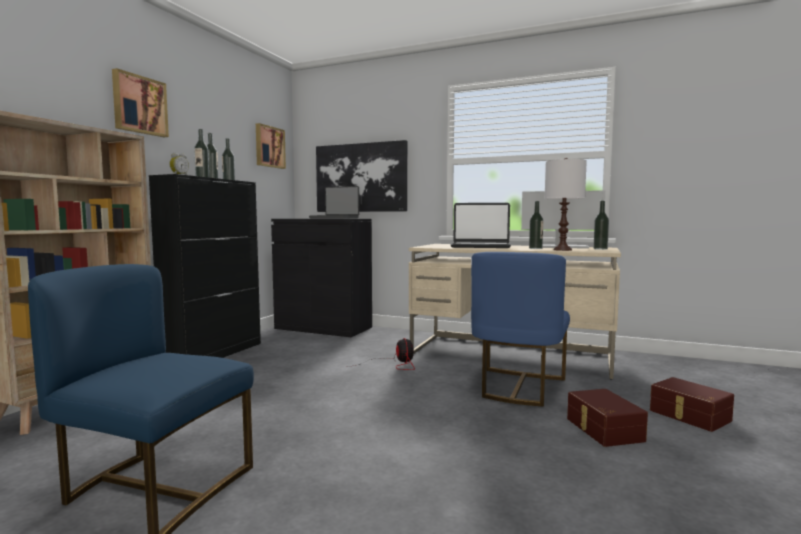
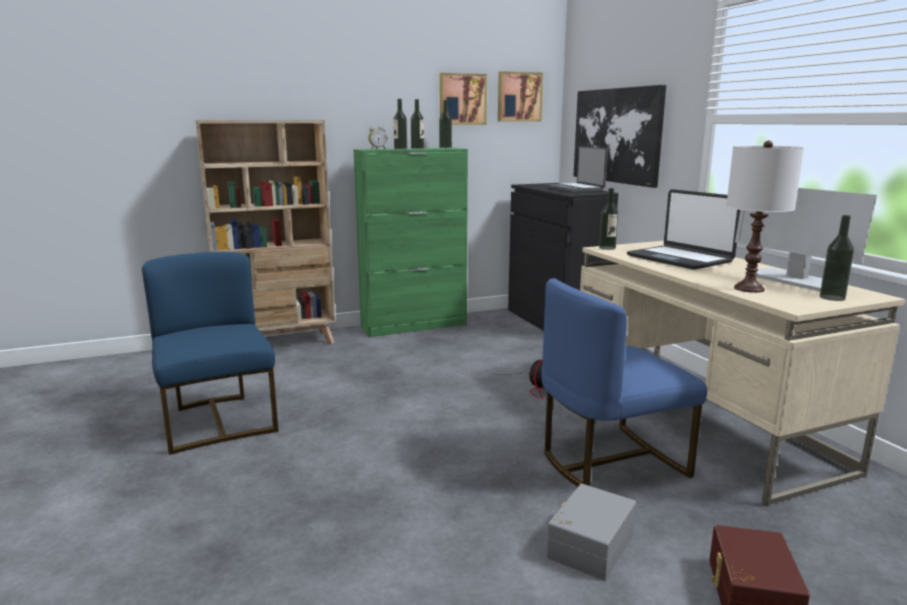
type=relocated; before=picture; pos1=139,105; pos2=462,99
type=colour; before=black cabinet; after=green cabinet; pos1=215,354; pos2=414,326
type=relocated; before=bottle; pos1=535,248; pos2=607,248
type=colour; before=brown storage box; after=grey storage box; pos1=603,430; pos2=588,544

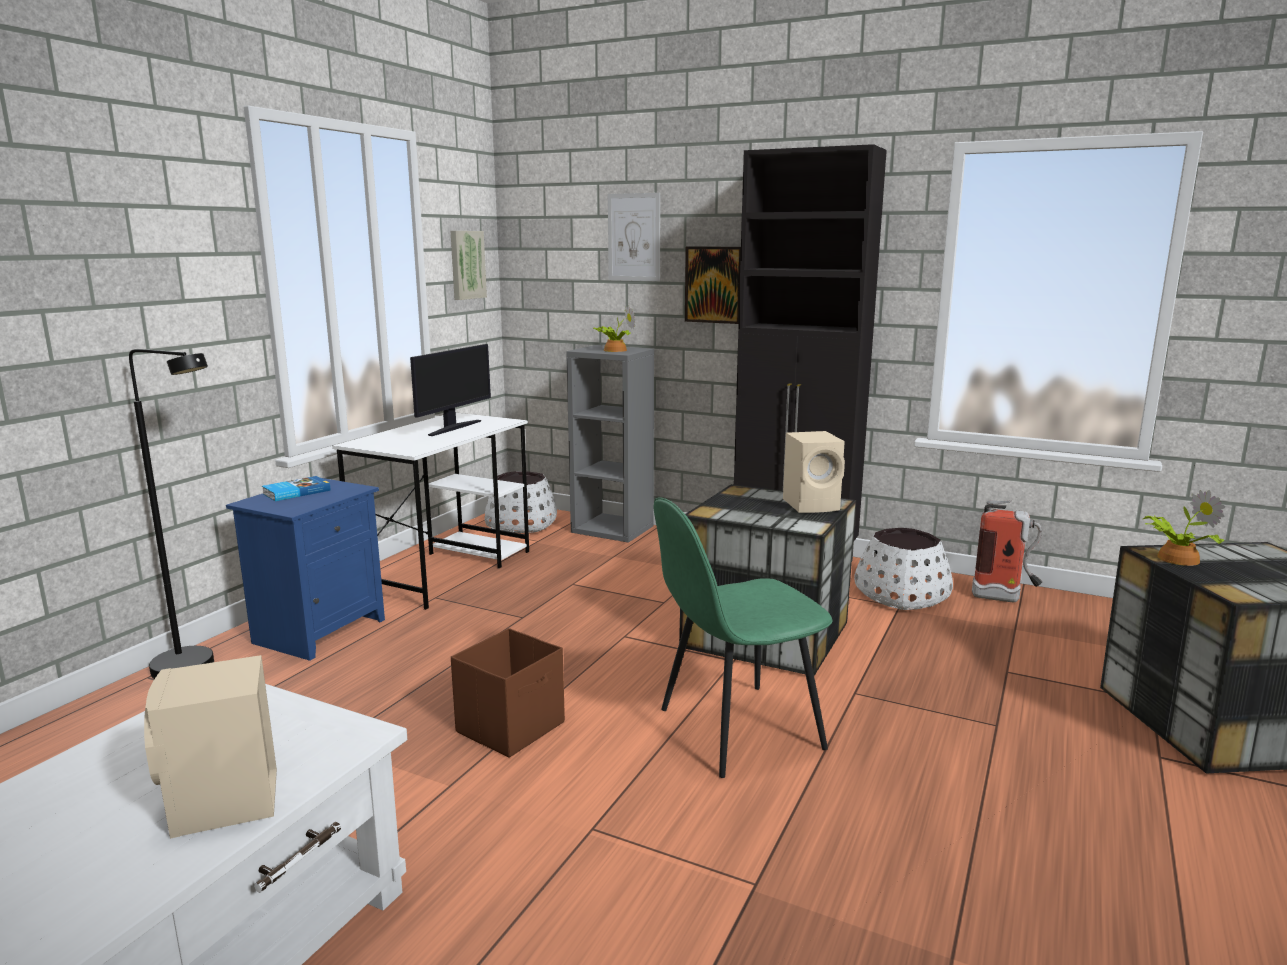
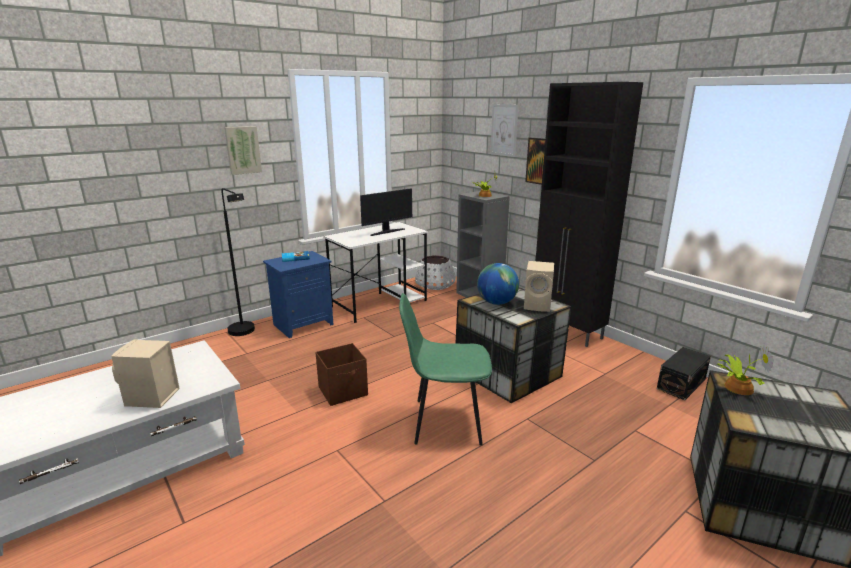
type=relocated; before=picture; pos1=466,265; pos2=242,150
type=exchanged; before=fire extinguisher; after=black storage box; pos1=1004,598; pos2=682,384
type=missing; before=white planter; pos1=901,595
type=appeared; after=globe; pos2=496,303

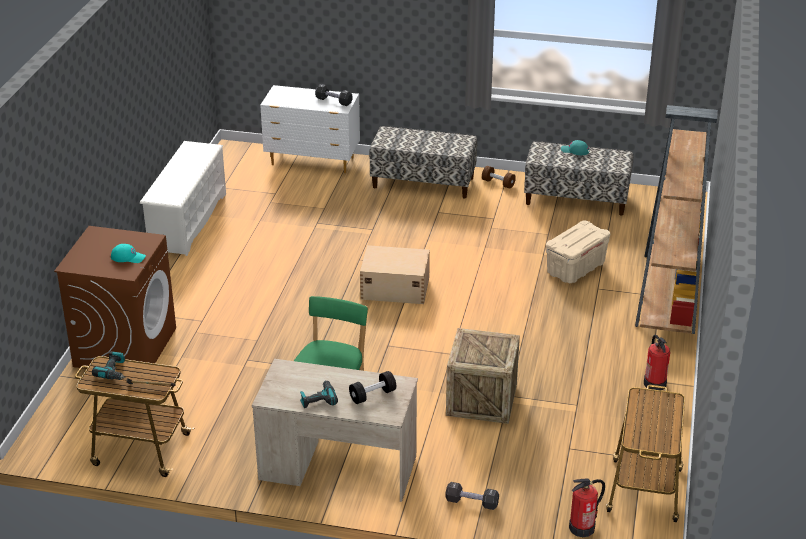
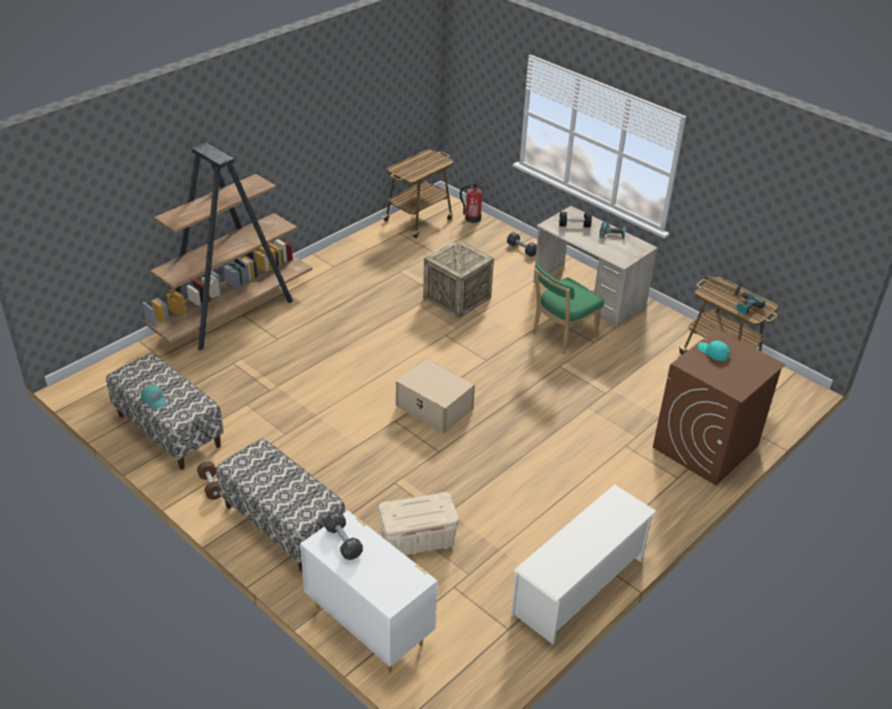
type=relocated; before=beige storage box; pos1=575,269; pos2=418,540
type=missing; before=fire extinguisher; pos1=654,383

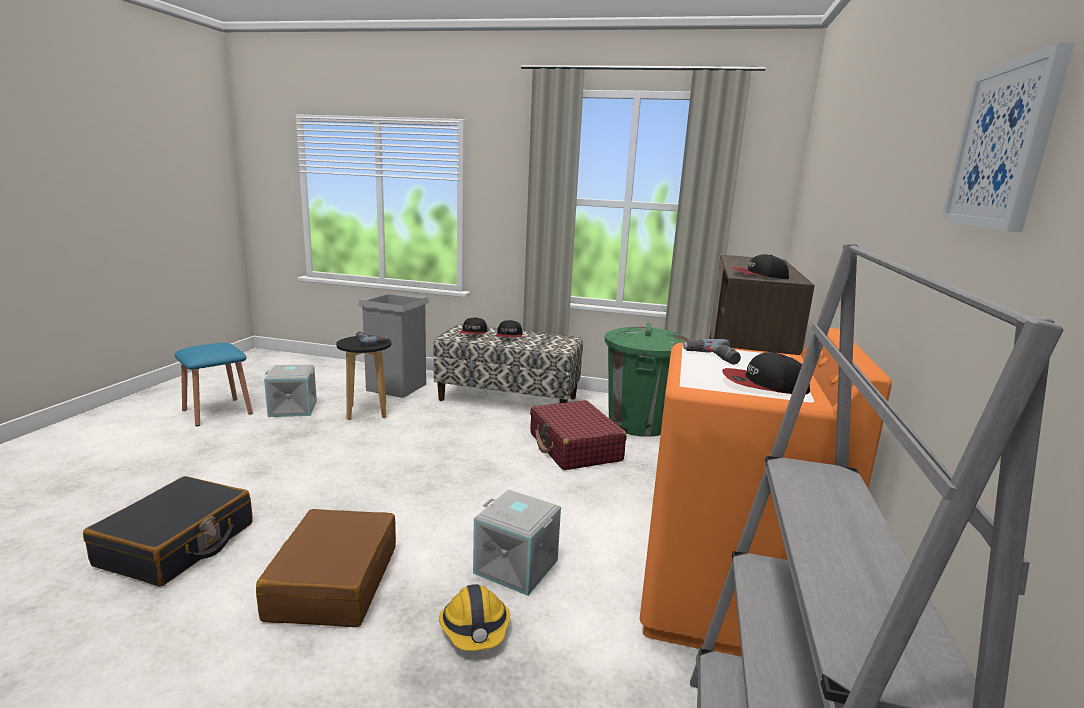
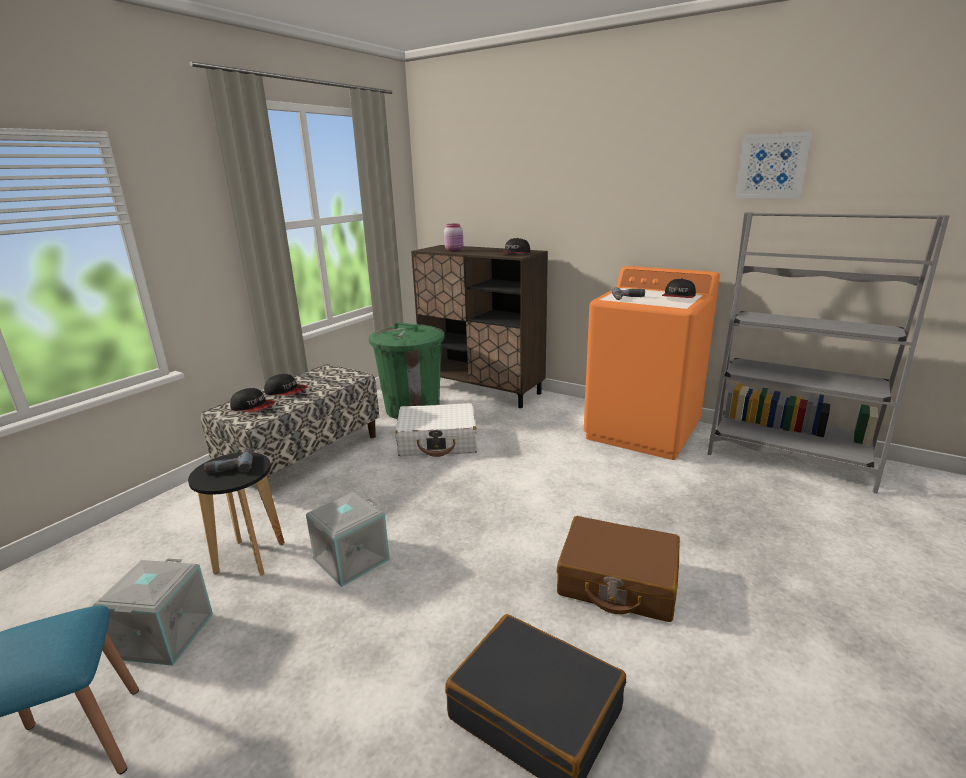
type=missing; before=grey trash can; pos1=396,387
type=colour; before=red suitcase; after=white suitcase; pos1=574,447; pos2=438,441
type=relocated; before=grey storage box; pos1=517,566; pos2=351,558
type=missing; before=hard hat; pos1=475,628
type=appeared; after=pink jar; pos2=454,250

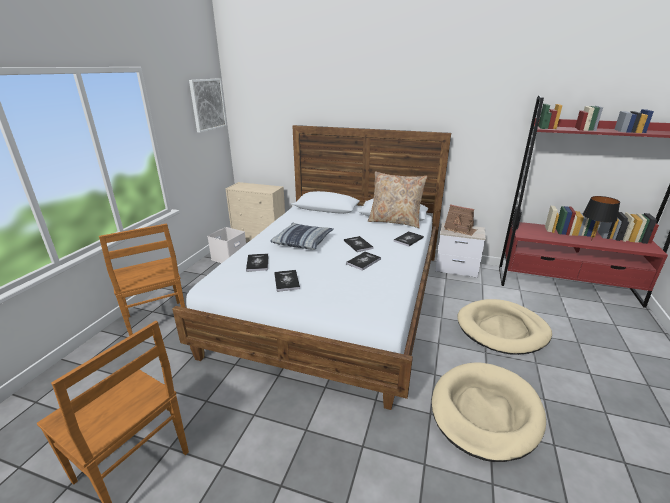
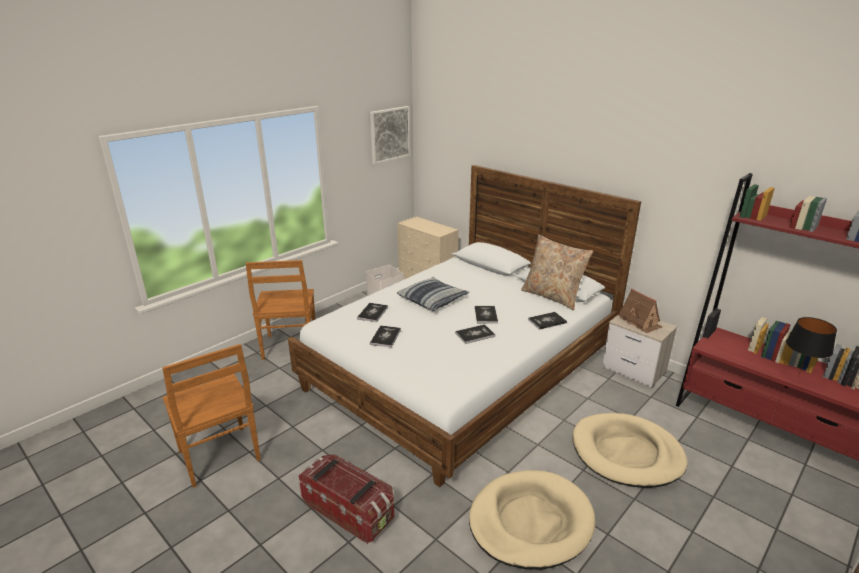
type=appeared; after=storage box; pos2=349,510

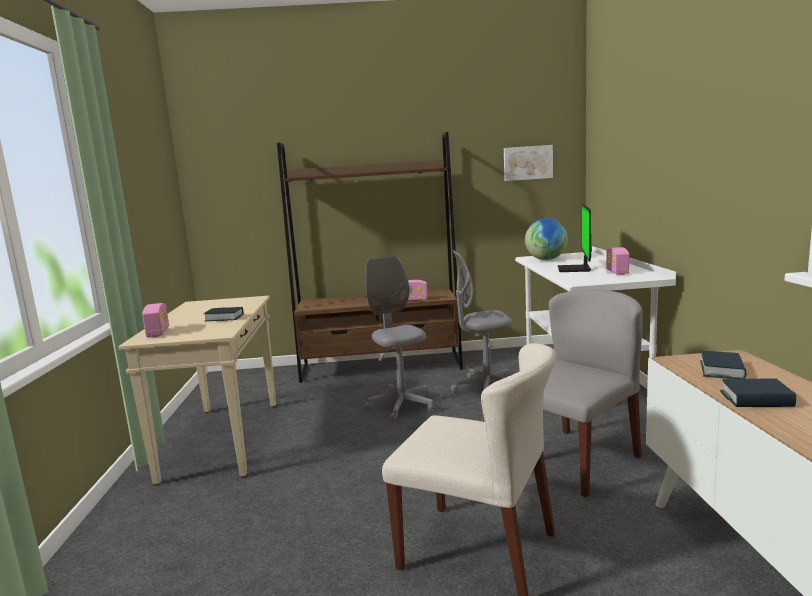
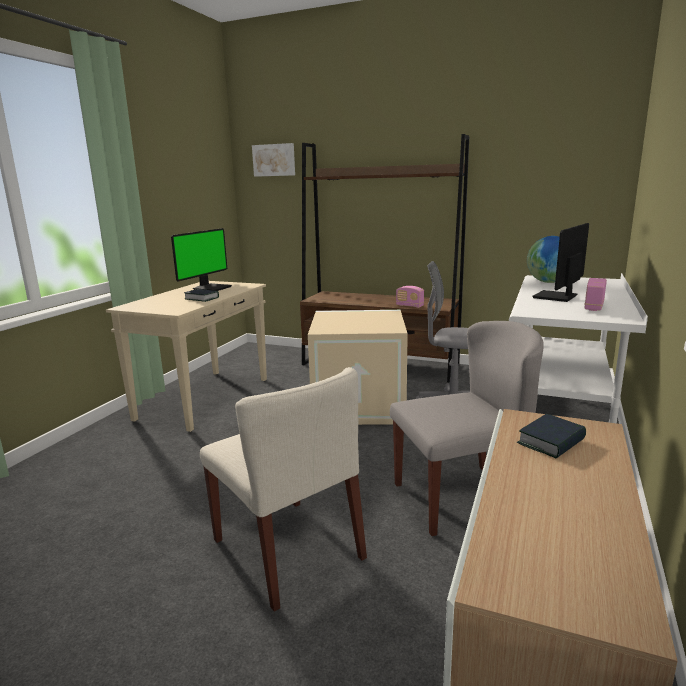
type=relocated; before=picture; pos1=527,163; pos2=274,160
type=exchanged; before=grey office chair; after=beige storage box; pos1=402,406; pos2=360,404
type=missing; before=radio; pos1=158,333
type=missing; before=book; pos1=756,399
type=appeared; after=monitor; pos2=211,288

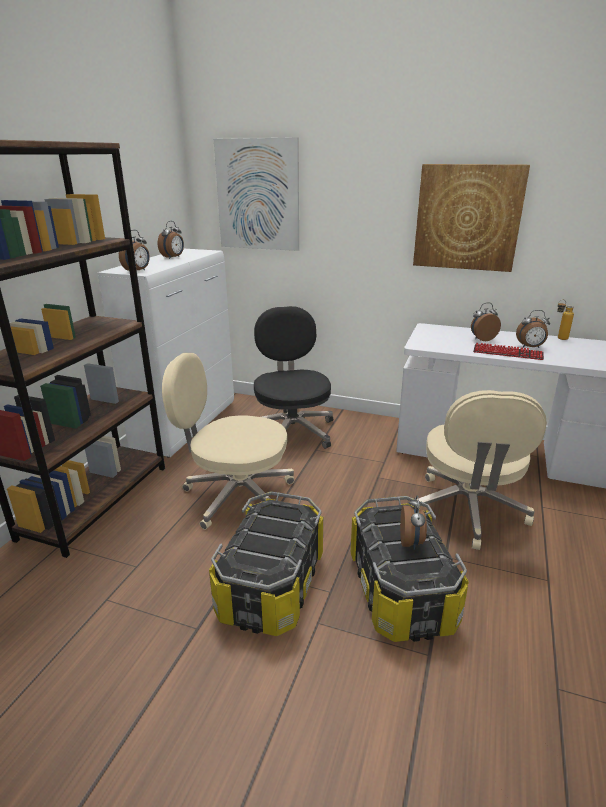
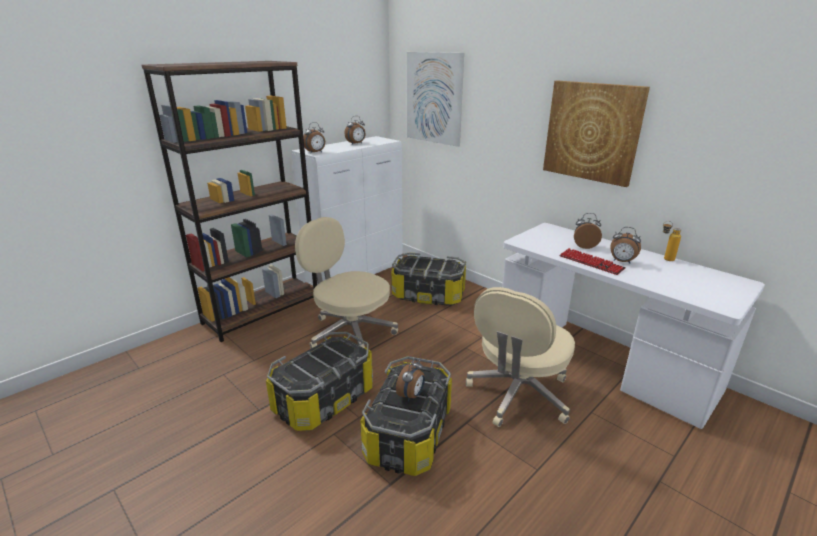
type=exchanged; before=black office chair; after=storage box; pos1=292,431; pos2=428,295

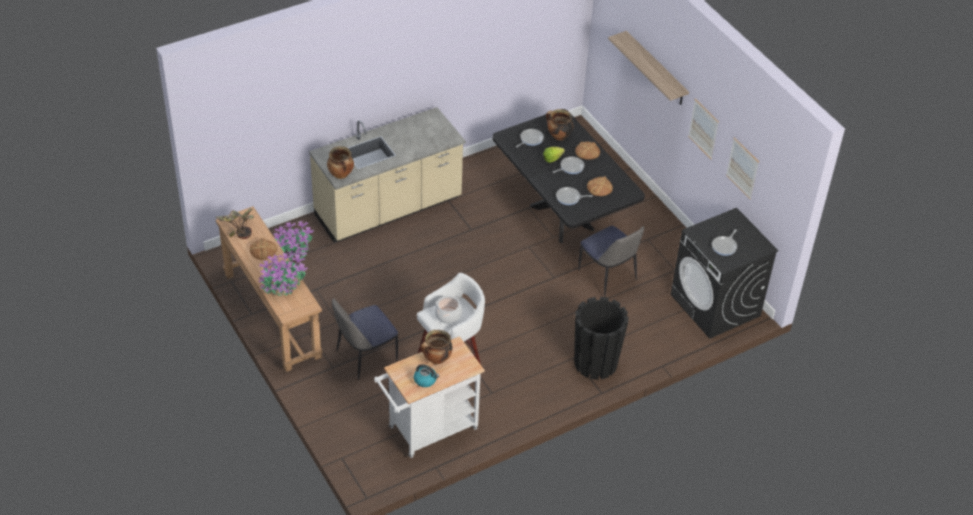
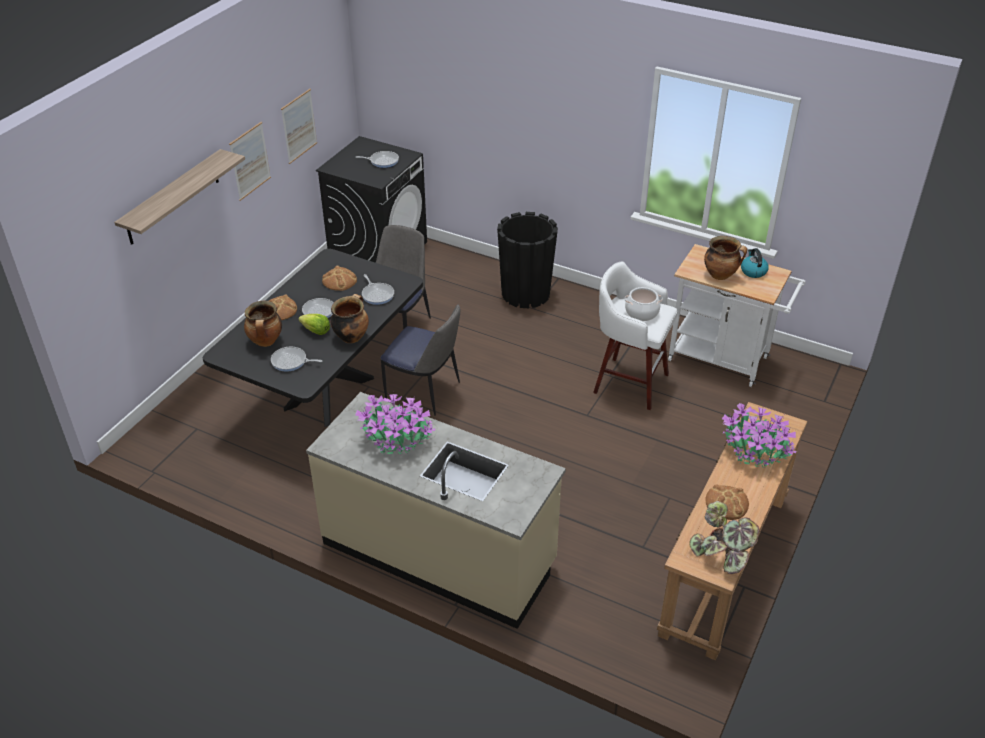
type=relocated; before=cooking pot; pos1=341,175; pos2=351,336
type=relocated; before=potted plant; pos1=293,251; pos2=397,440
type=relocated; before=chair; pos1=365,357; pos2=425,391

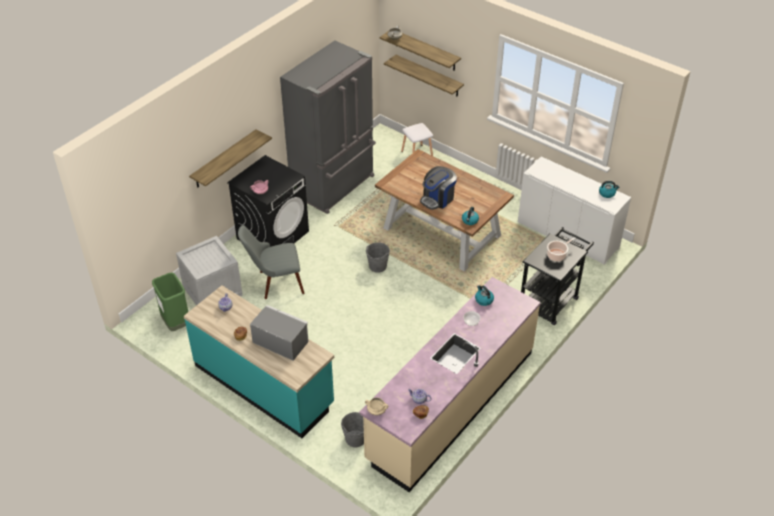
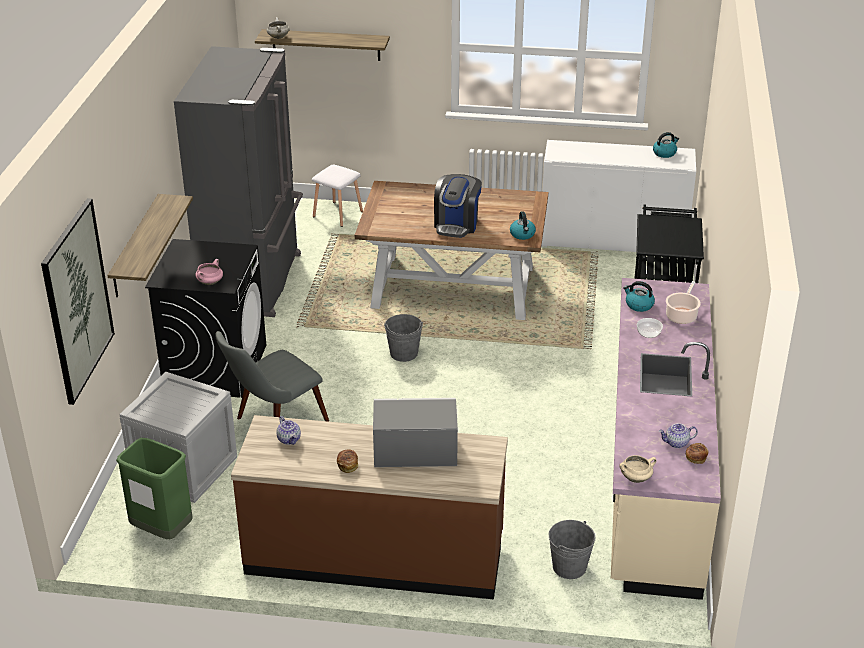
type=missing; before=shelf; pos1=429,76
type=relocated; before=cooking pot; pos1=557,255; pos2=681,315
type=colour; before=turquoise counter; after=brown counter; pos1=264,385; pos2=375,555
type=appeared; after=picture; pos2=77,301

